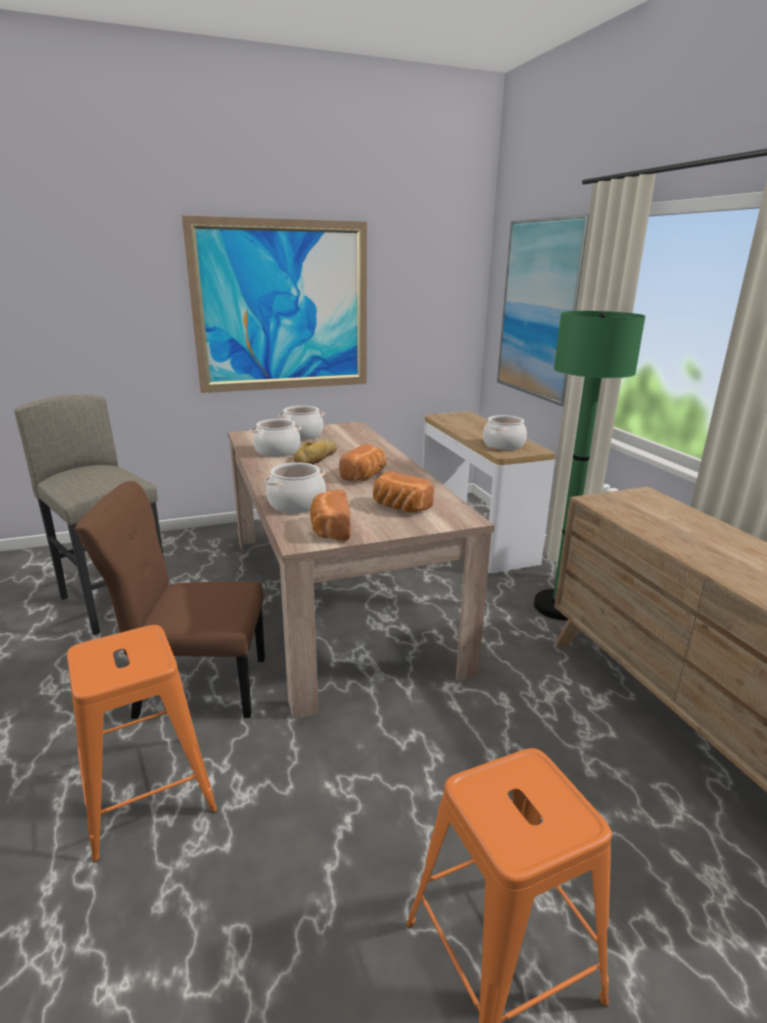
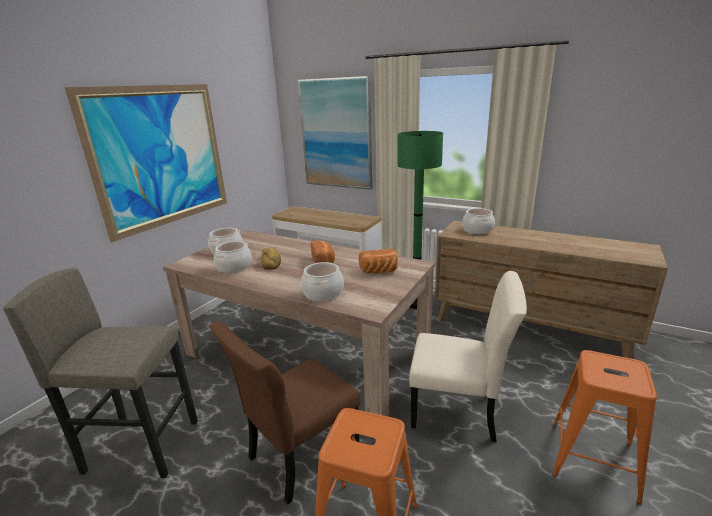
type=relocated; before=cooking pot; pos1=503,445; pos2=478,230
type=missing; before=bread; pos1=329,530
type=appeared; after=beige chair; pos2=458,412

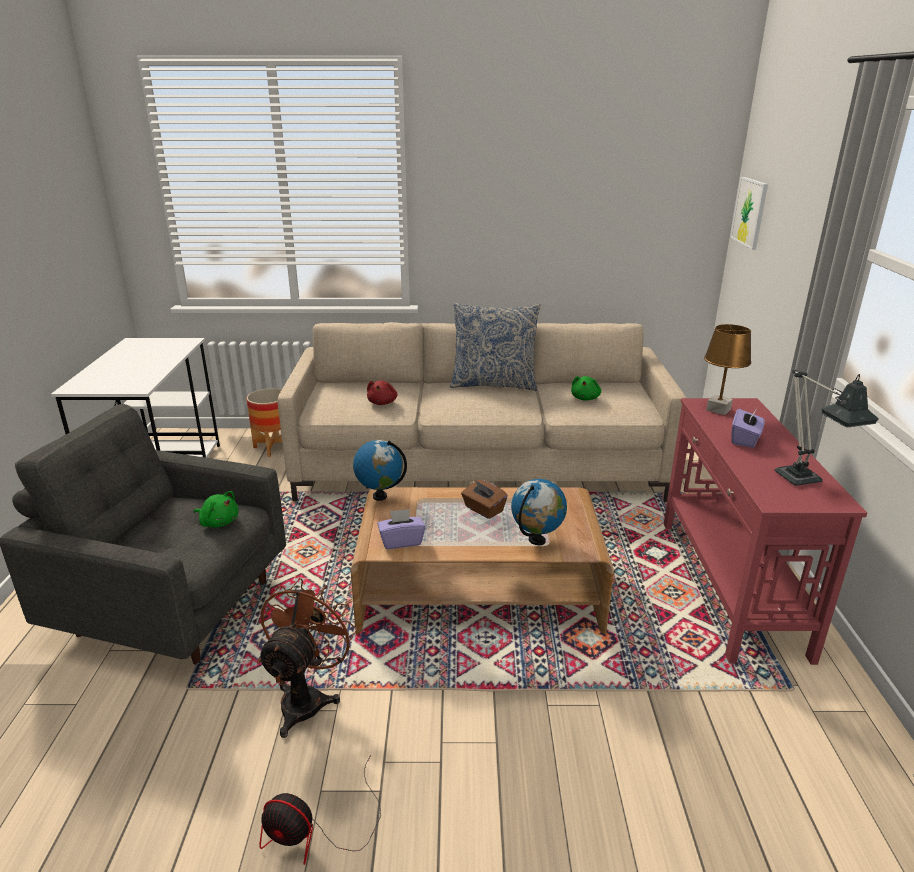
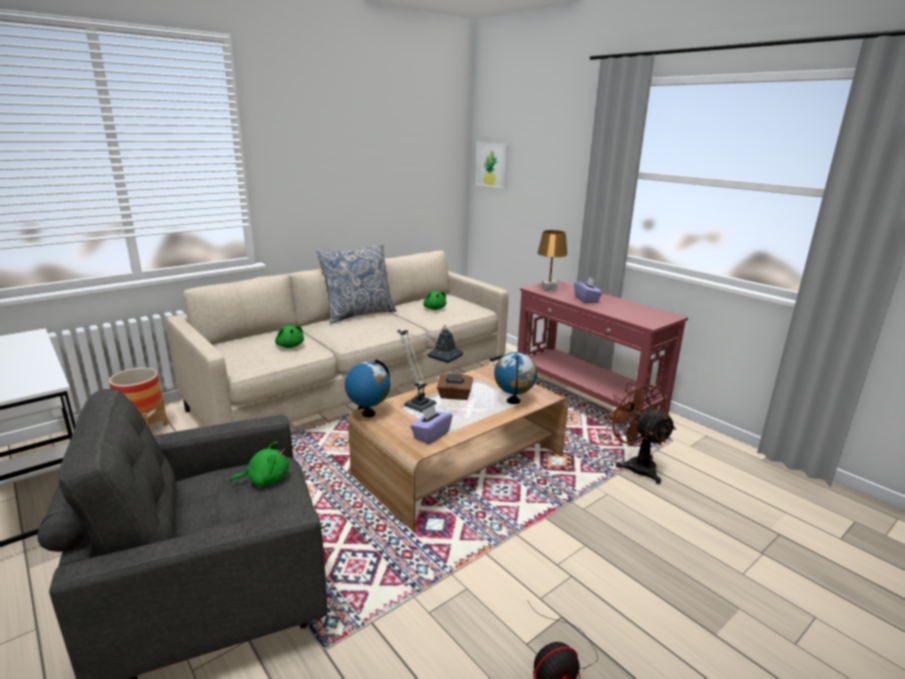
type=relocated; before=table lamp; pos1=804,482; pos2=426,407
type=colour; before=red plush toy; after=green plush toy; pos1=382,402; pos2=290,346
type=relocated; before=brown fan; pos1=307,698; pos2=636,465

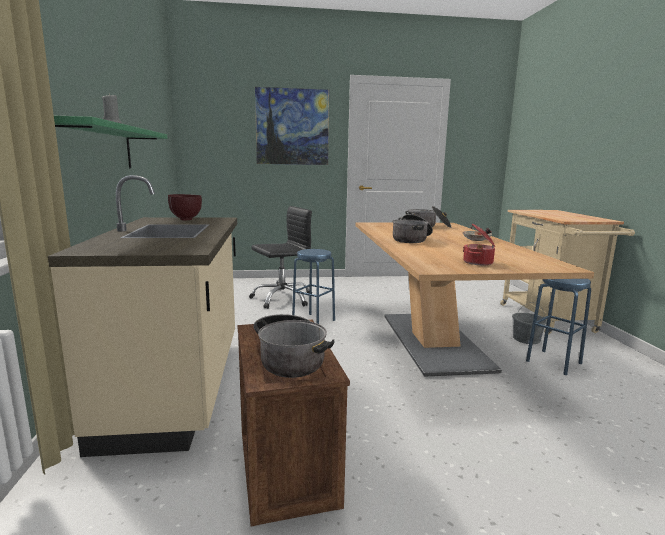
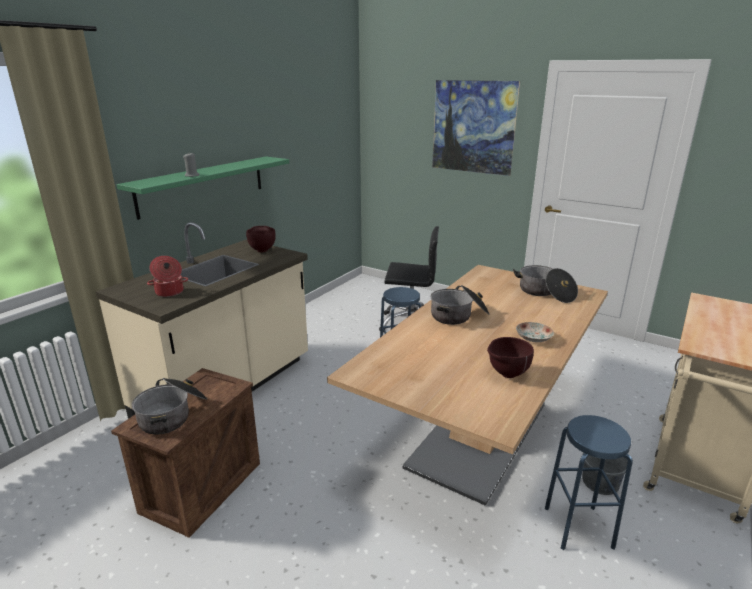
type=relocated; before=cooking pot; pos1=479,262; pos2=169,292
type=appeared; after=brown bowl; pos2=506,375

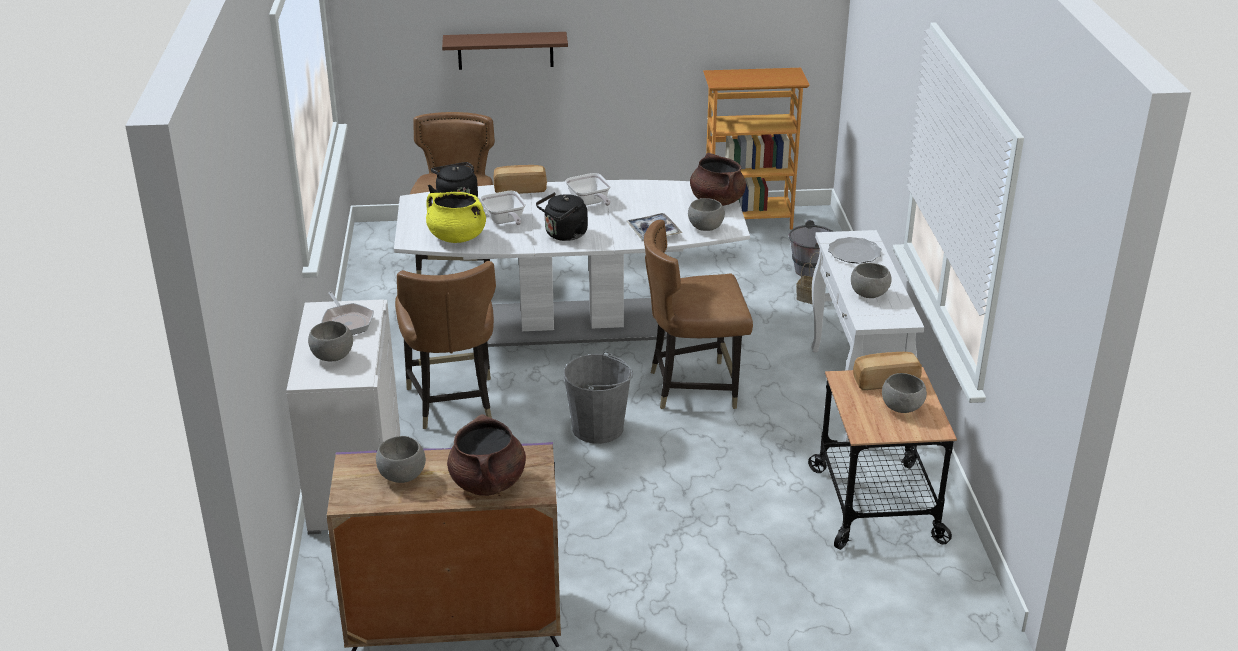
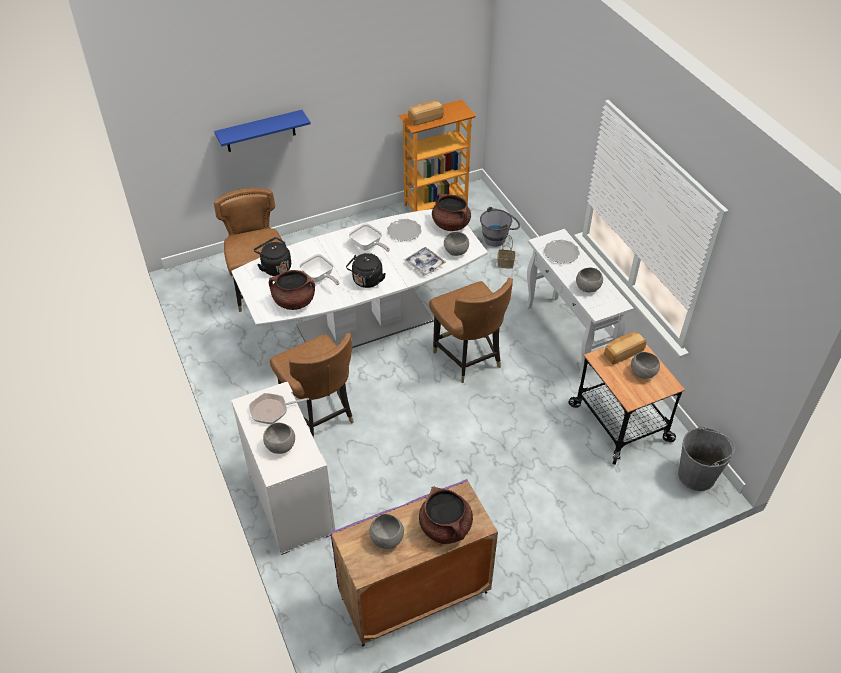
type=colour; before=brown shelf; after=blue shelf; pos1=505,50; pos2=260,131
type=relocated; before=bread; pos1=520,189; pos2=425,118
type=colour; before=yellow cooking pot; after=brown cooking pot; pos1=456,237; pos2=294,302
type=spun; before=brown chair; pos1=693,387; pos2=468,358; turn=-90
type=spun; before=frying pan; pos1=347,322; pos2=272,410; turn=120
type=relocated; before=grey bucket; pos1=598,428; pos2=697,475
type=appeared; after=plate; pos2=404,231

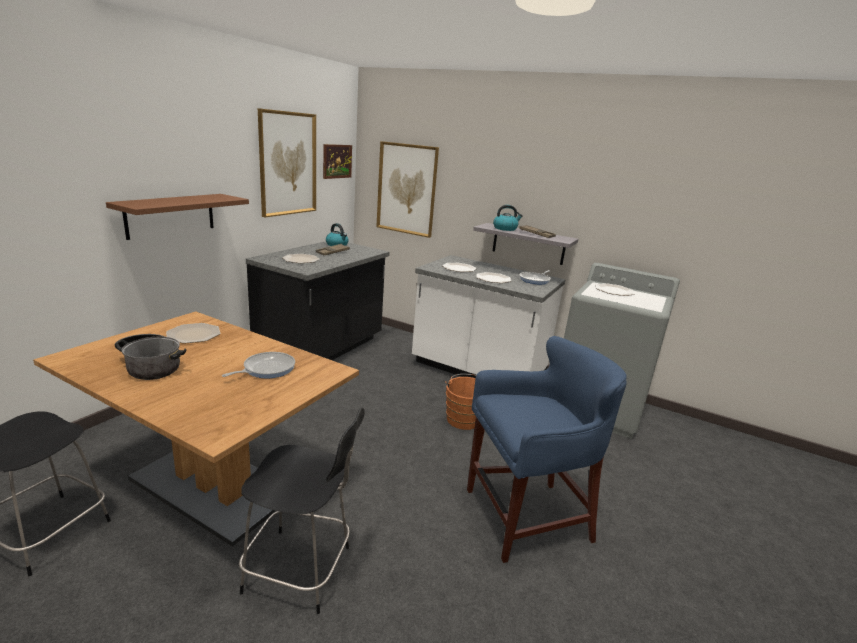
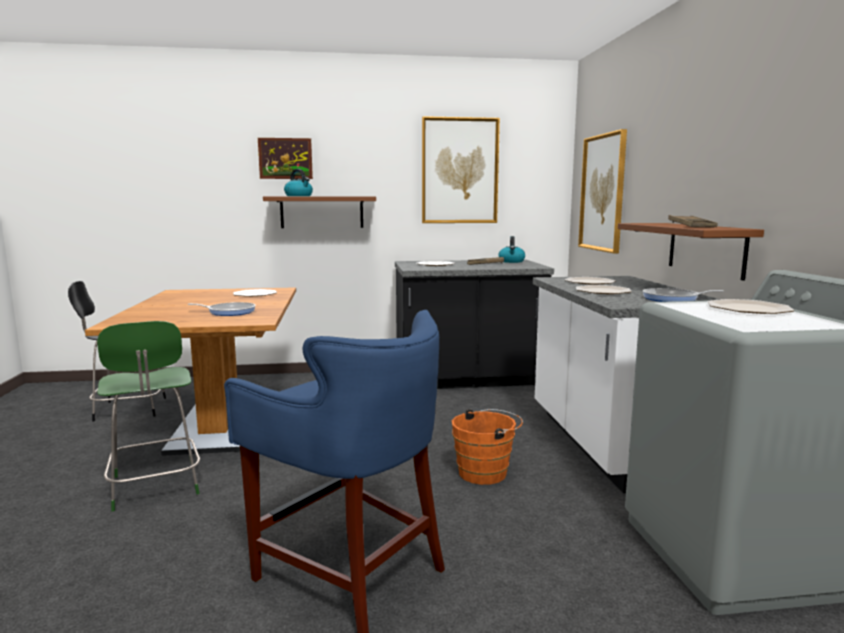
type=relocated; before=picture; pos1=337,161; pos2=285,158
type=relocated; before=kettle; pos1=505,228; pos2=299,196
type=colour; before=grey shelf; after=brown shelf; pos1=528,244; pos2=706,249
type=missing; before=cooking pot; pos1=151,366
type=colour; before=black chair; after=green chair; pos1=301,570; pos2=155,487

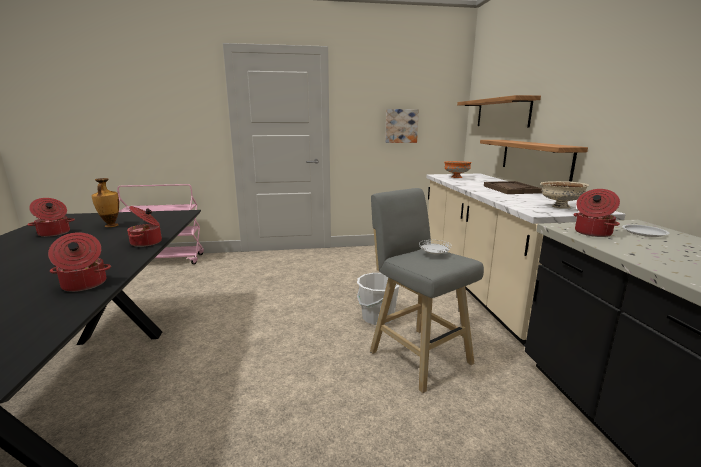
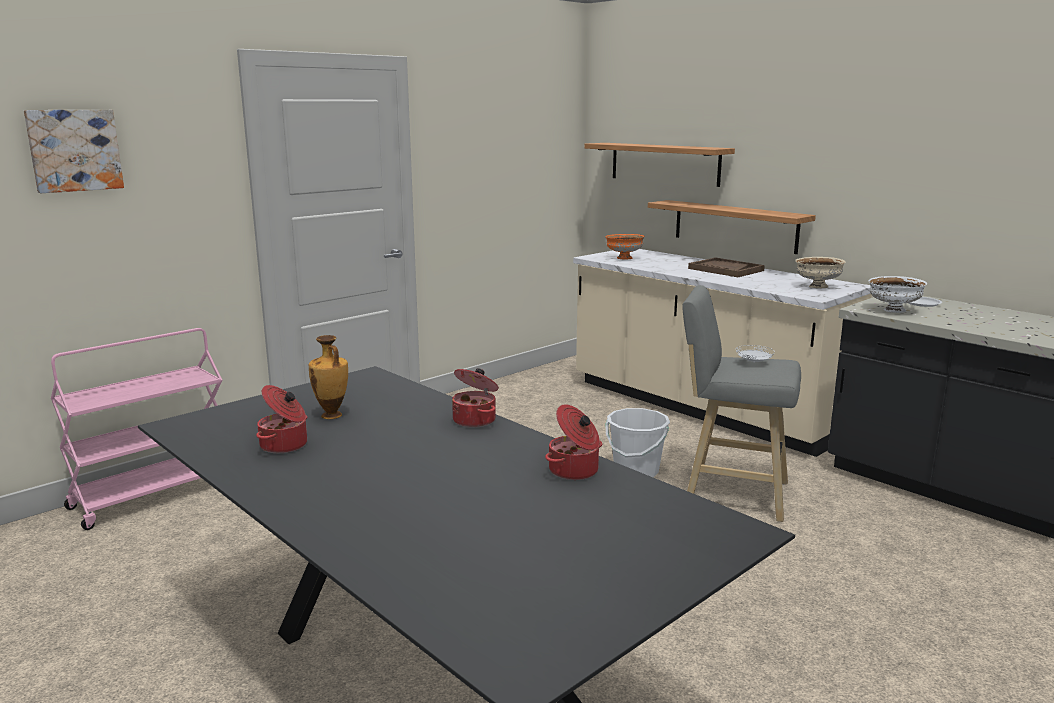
type=relocated; before=picture; pos1=401,126; pos2=74,150
type=exchanged; before=cooking pot; after=white bowl; pos1=592,233; pos2=893,311

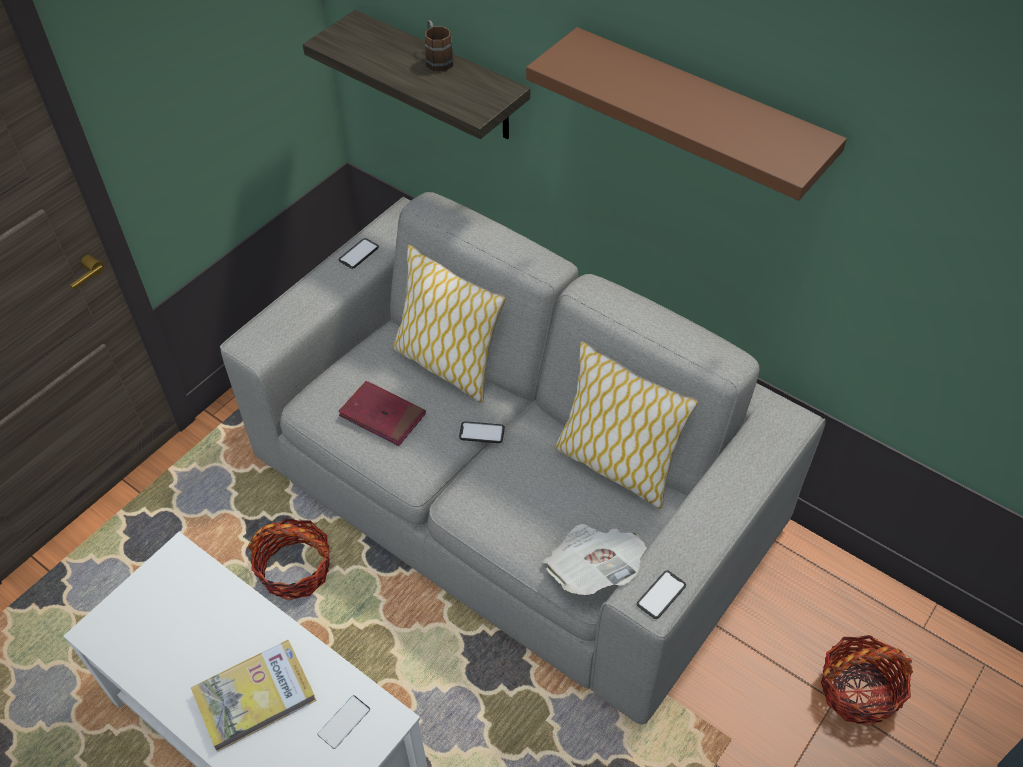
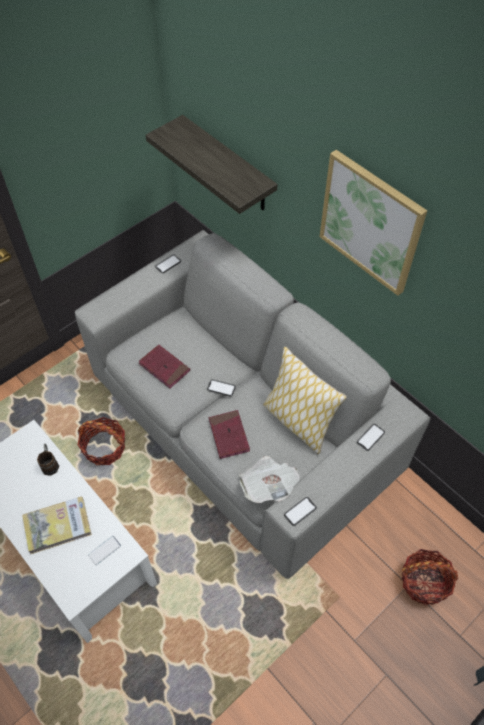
type=relocated; before=brown mug; pos1=437,59; pos2=50,463
type=exchanged; before=brown shelf; after=picture; pos1=699,114; pos2=370,222
type=missing; before=pillow; pos1=447,364
type=appeared; after=red book; pos2=229,435
type=appeared; after=phone; pos2=370,437

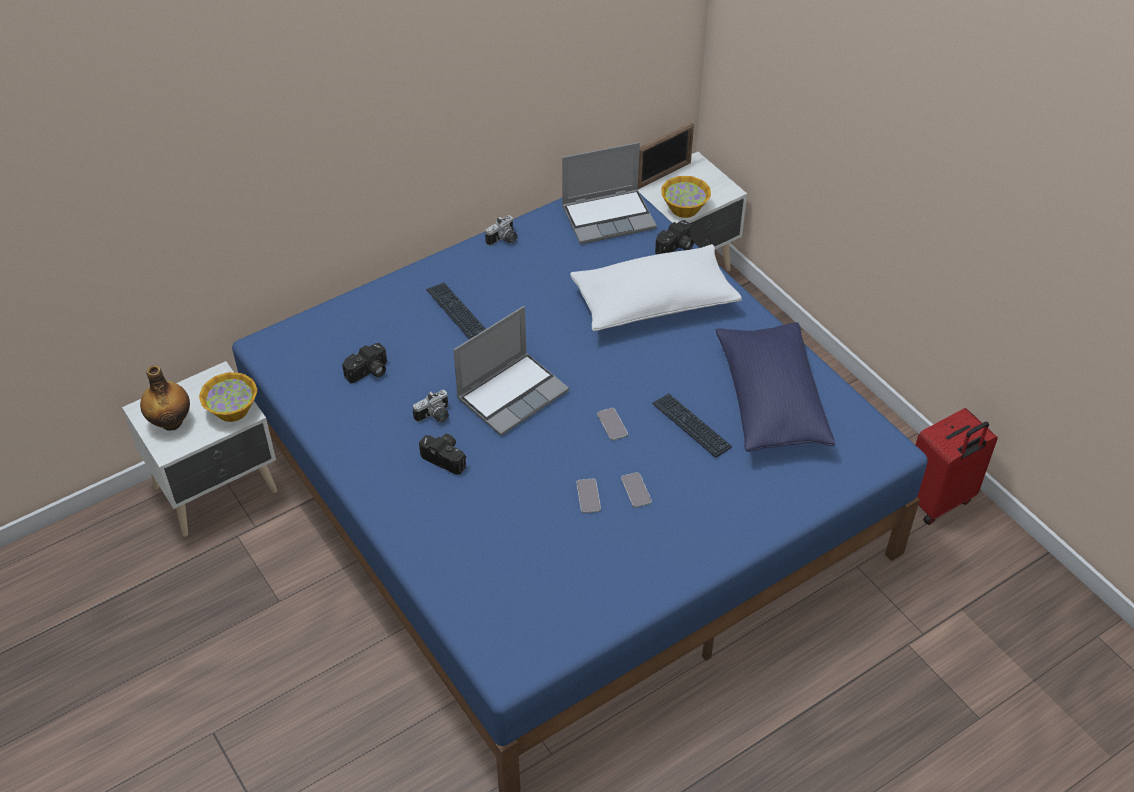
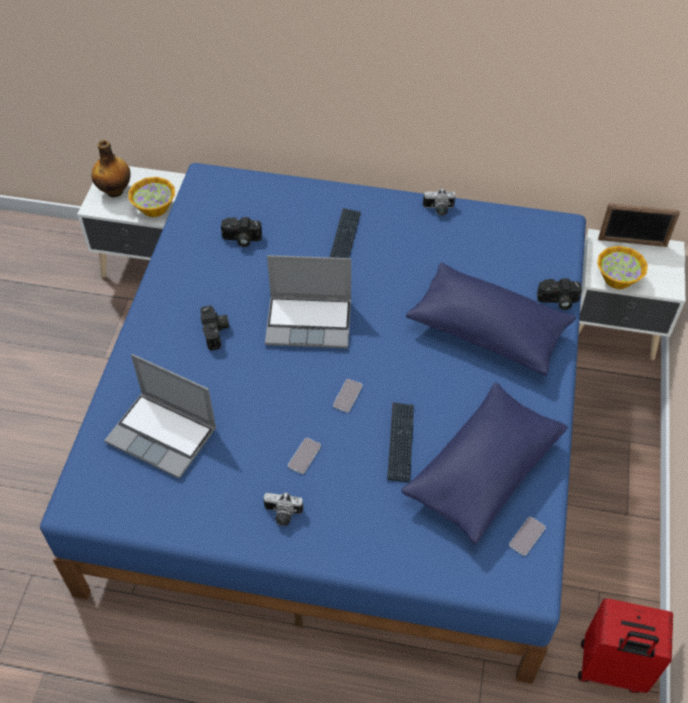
type=relocated; before=laptop; pos1=609,217; pos2=163,435
type=colour; before=white pillow; after=blue pillow; pos1=654,303; pos2=488,331
type=relocated; before=photo camera; pos1=435,416; pos2=282,515
type=relocated; before=phone; pos1=588,496; pos2=527,536

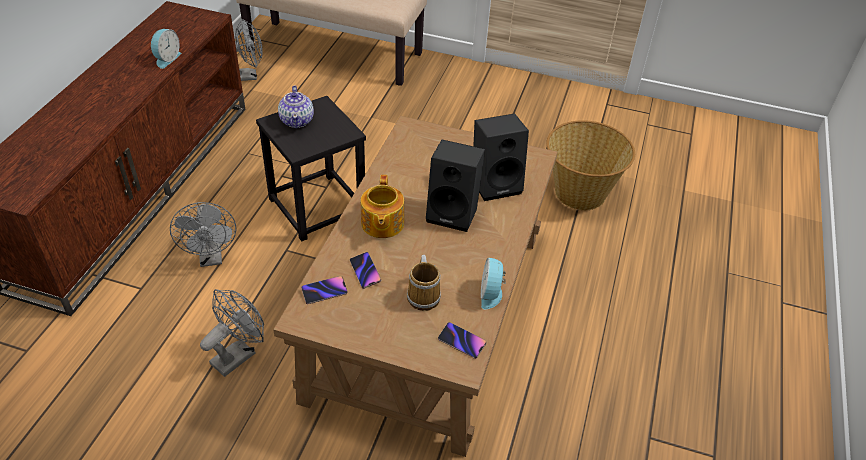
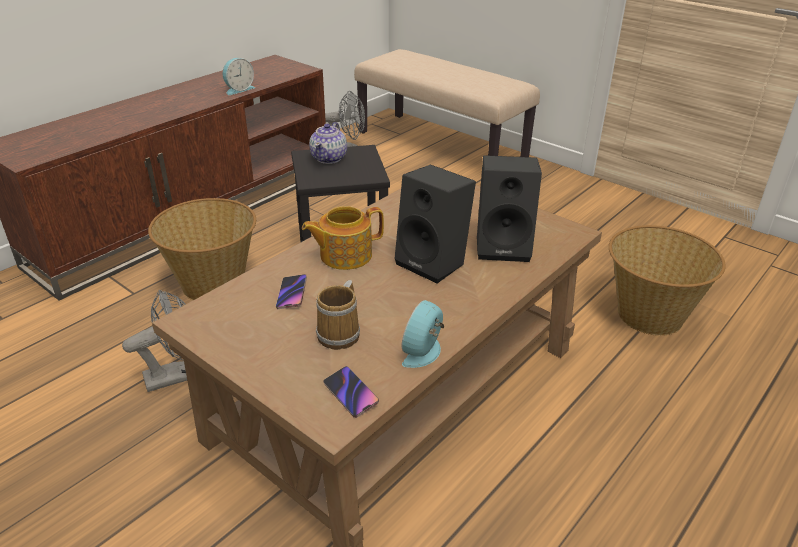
type=spun; before=teapot; pos1=381,224; pos2=344,255; turn=45
type=exchanged; before=grey fan; after=basket; pos1=211,258; pos2=213,283
type=missing; before=phone; pos1=324,291

